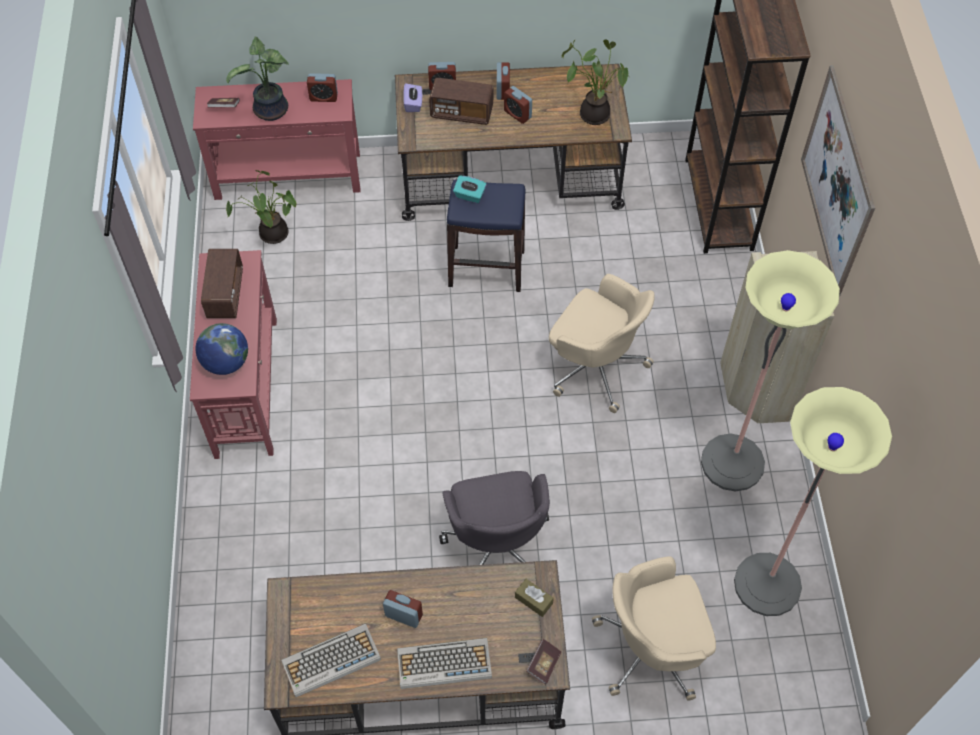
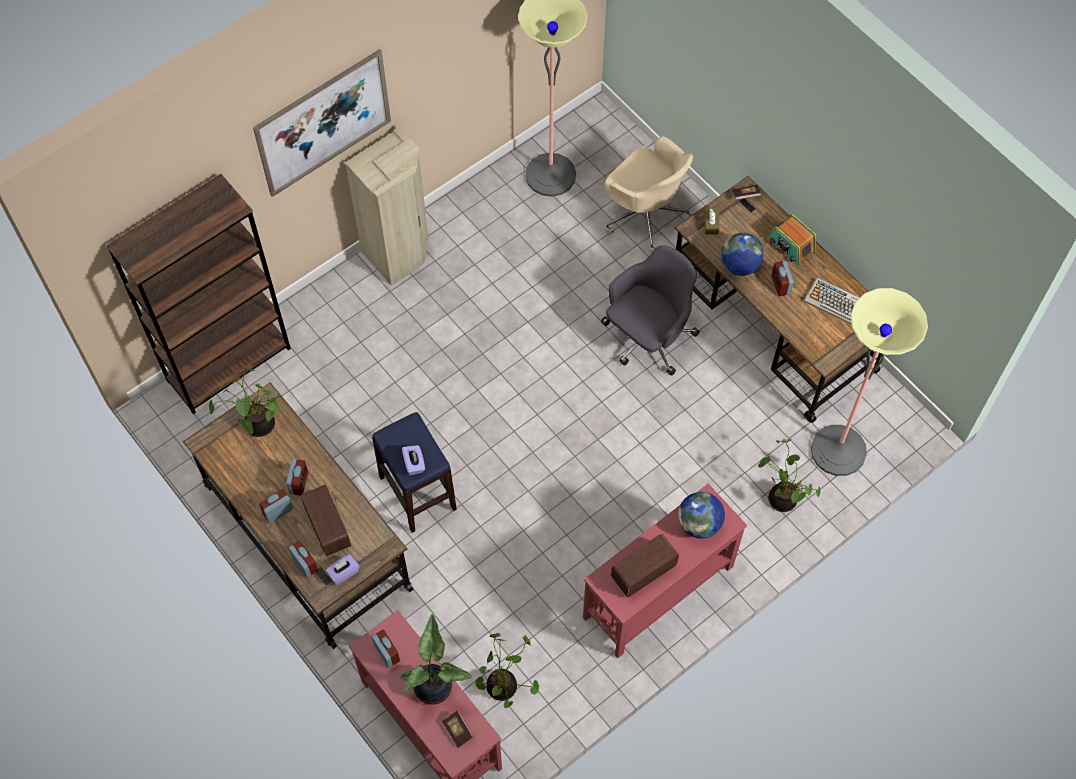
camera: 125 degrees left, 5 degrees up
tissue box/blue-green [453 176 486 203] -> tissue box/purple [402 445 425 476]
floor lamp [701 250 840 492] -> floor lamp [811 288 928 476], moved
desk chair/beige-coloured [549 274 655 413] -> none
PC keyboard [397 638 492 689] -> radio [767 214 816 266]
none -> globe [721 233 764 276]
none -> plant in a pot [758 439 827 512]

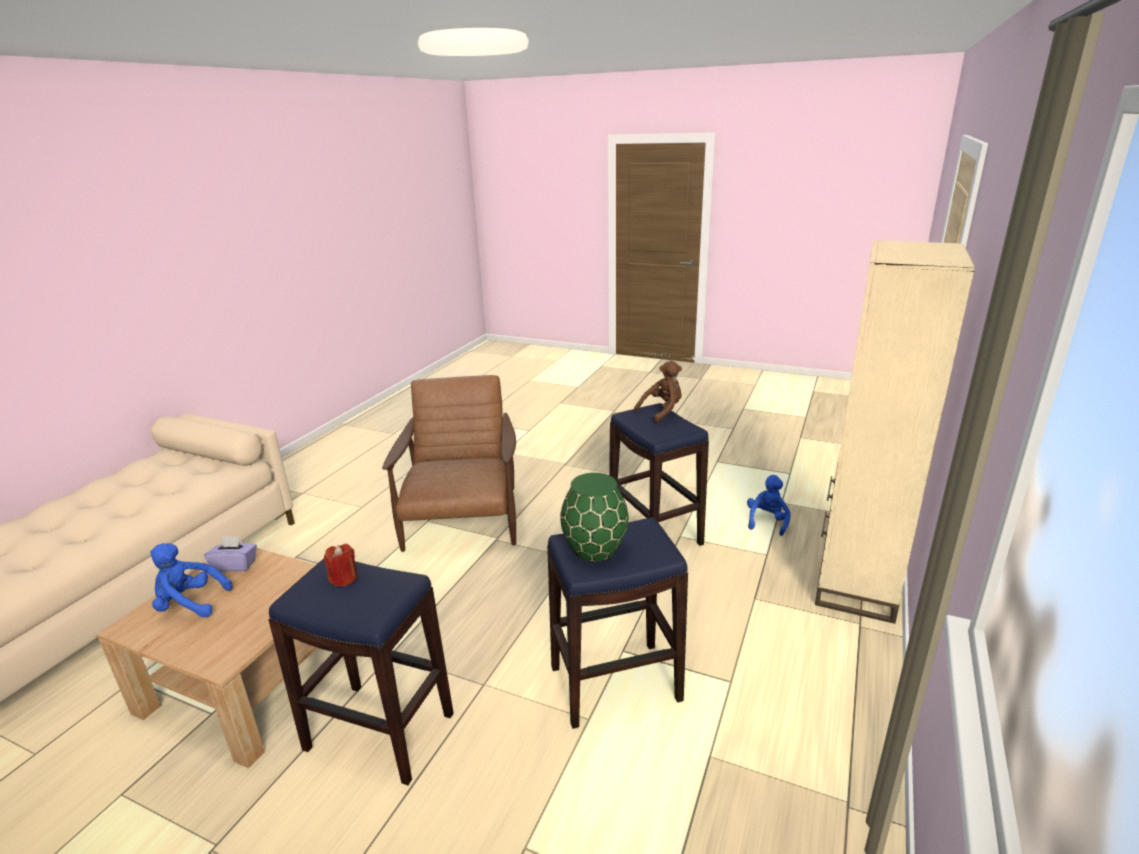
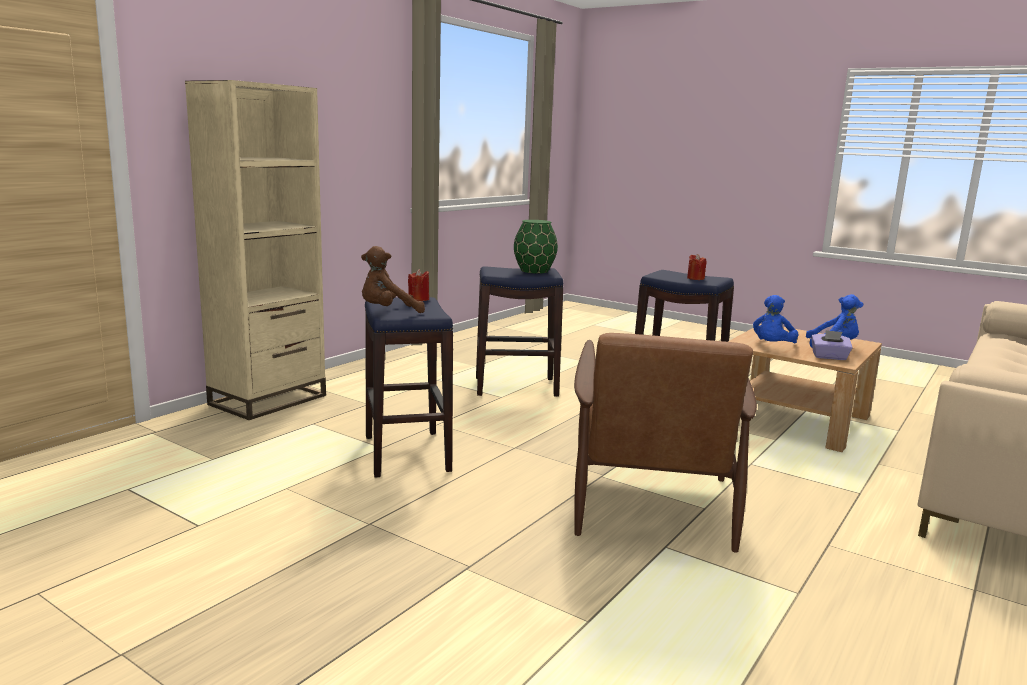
camera: 170 degrees left, 10 degrees down
cuddly toy/blue [747 475 791 536] -> cuddly toy/blue [753 295 799 344], moved
none -> candle/red-coloured [408 269 429 301]

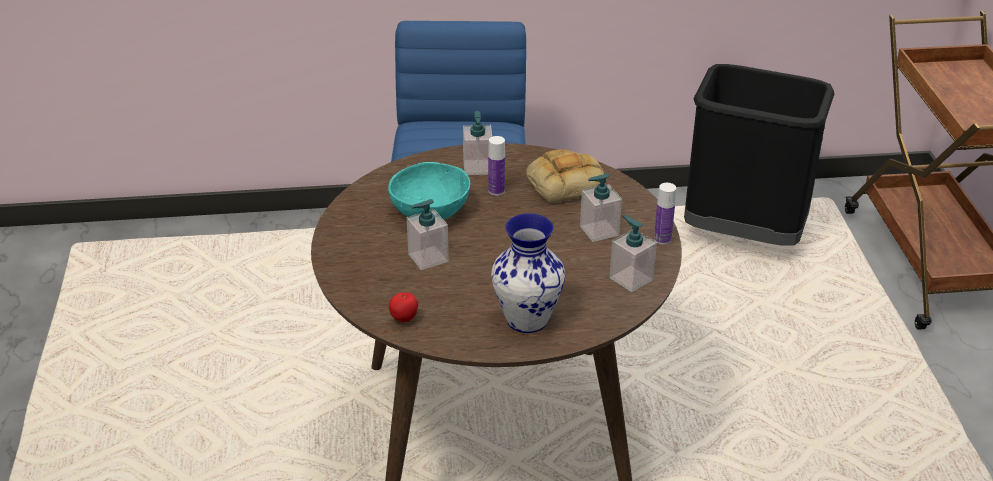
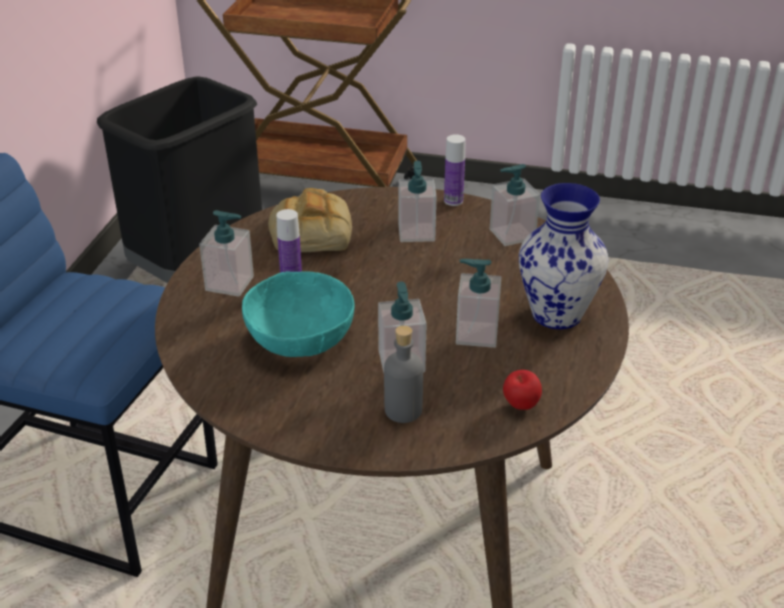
camera: 70 degrees left, 0 degrees up
none -> liquid soap bottle [456 259 501 348]
none -> beverage bottle/grey [384 325 423 423]

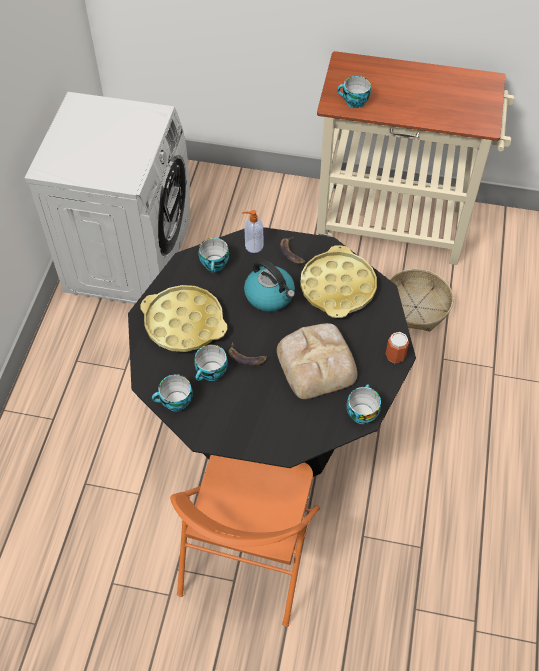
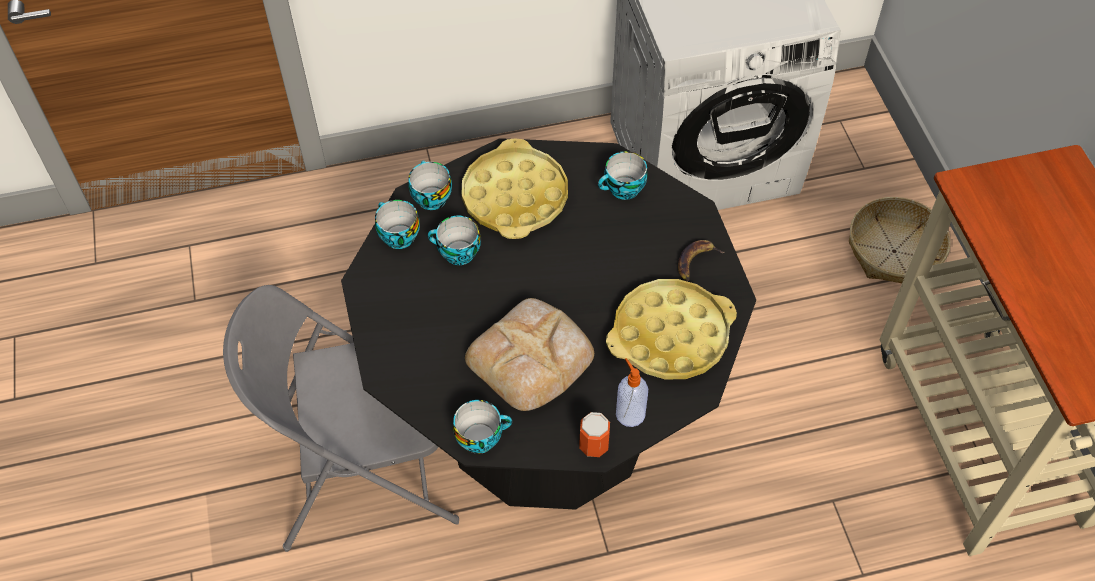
camera: 65 degrees right, 0 degrees up
cup [337 76 371 108] -> cup [408 161 452 210], moved
liquid soap bottle [242 210 263 253] -> liquid soap bottle [616 358 648 427], moved
tea kettle [244 259 295 312] -> none
household basket [389 269 453 332] -> household basket [849 197 950 283], moved
banana [228 342 267 366] -> none
chair/orange-coloured [170 455 320 627] -> chair/grey [223 285 459 552]

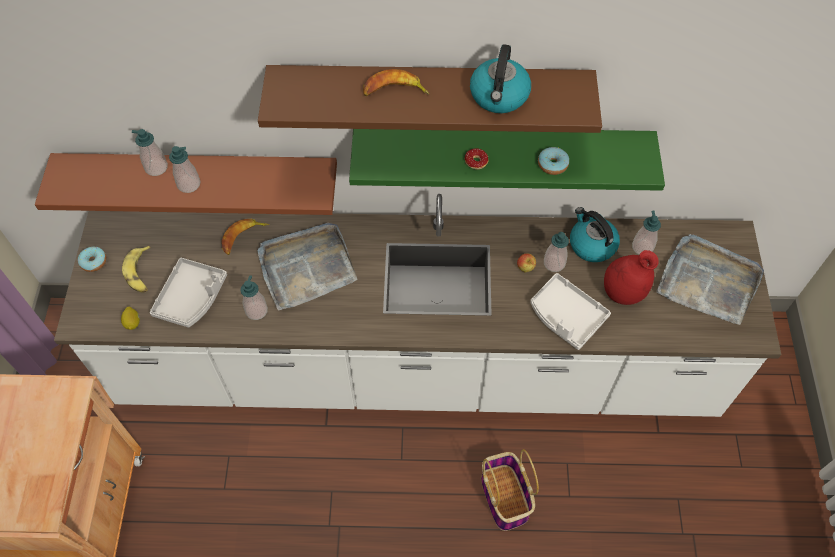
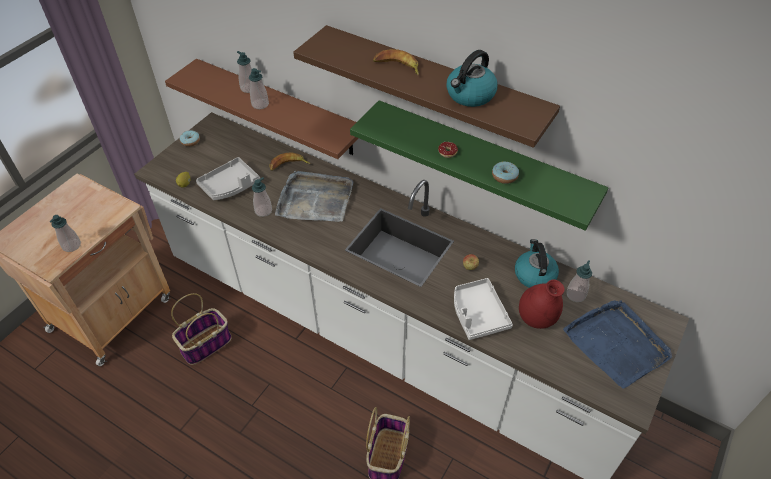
camera: 30 degrees right, 10 degrees down
liquid soap bottle [544 232 569 272] -> liquid soap bottle [49 215 81 252], moved
serving tray/grey [656 234 764 325] -> serving tray/blue [563 300 672 389]
banana [122 246 151 292] -> none
none -> household basket [171 293 232 365]

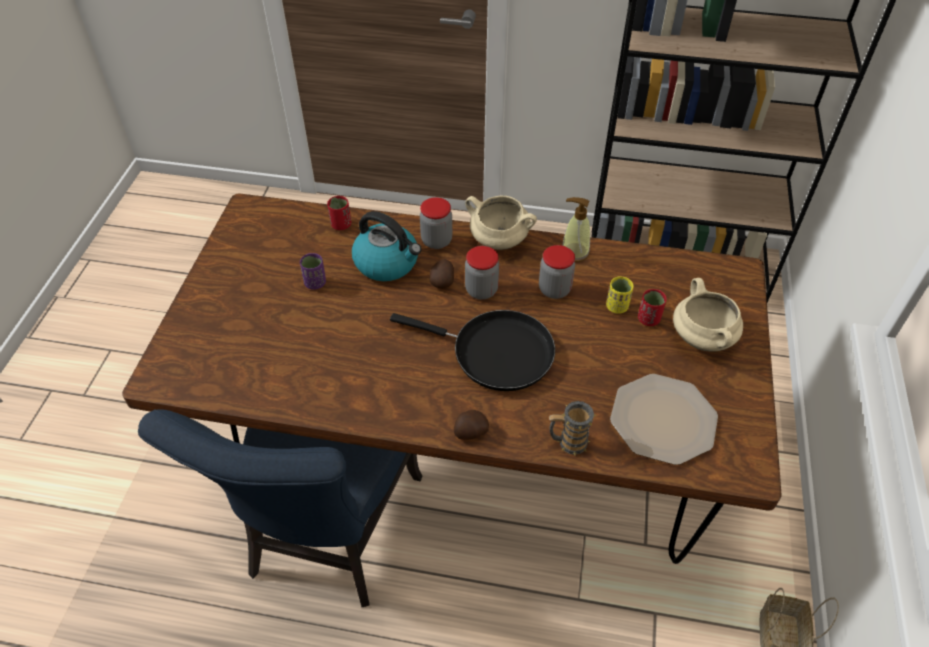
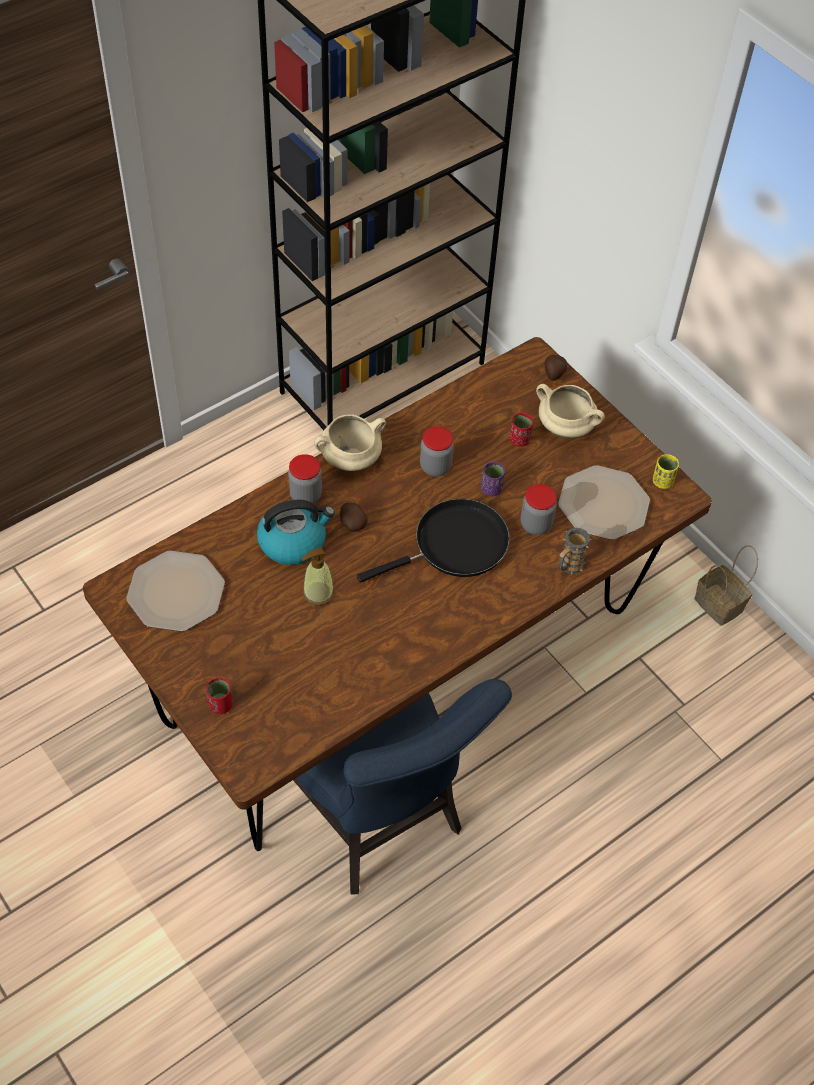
camera: 50 degrees left, 5 degrees up
cup/red-coloured [327 196 351 230] -> cup/red-coloured [206 678 233 714], moved
liquid soap bottle [562 197 590 262] -> liquid soap bottle [301 547 334 606], moved
preserve jar [465 246 499 299] -> preserve jar [521 484 557 535], moved
cup/purple [300 253 326 289] -> cup/purple [481 462 505 496], moved
cup/yellow [606 277 634 314] -> cup/yellow [653 454 679 489], moved
spud [454 410 489 440] -> spud [544 355 567 381], moved
none -> flat dish [126 551 225 632]

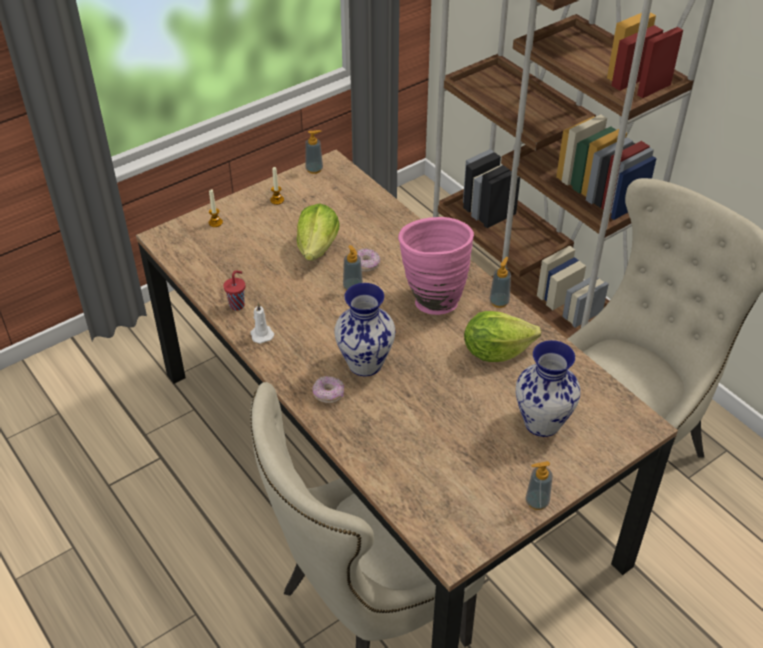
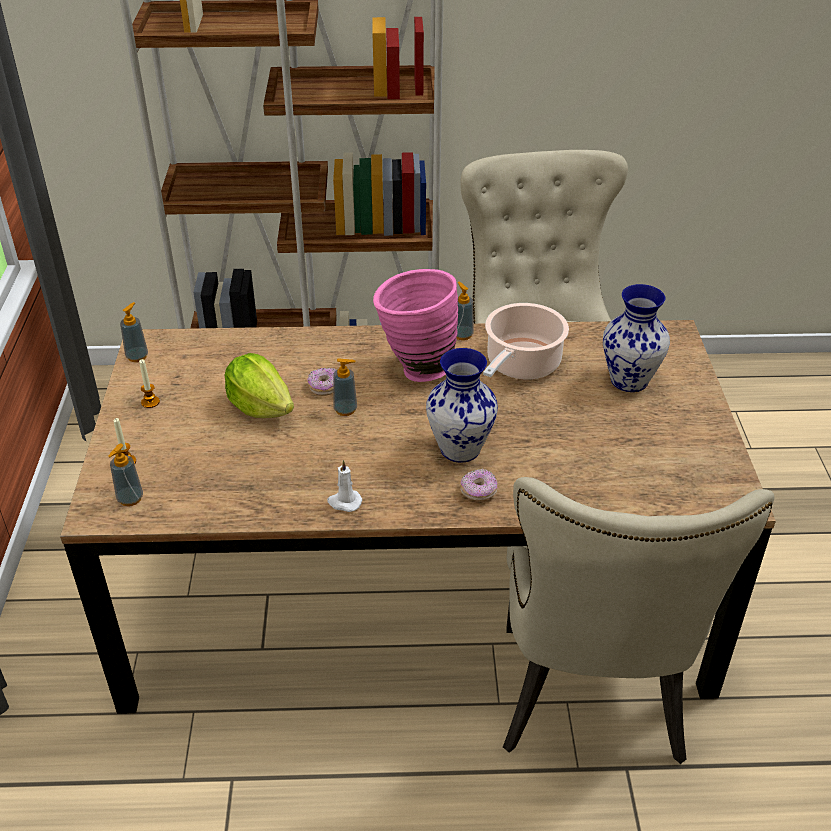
camera: 55 degrees left, 5 degrees down
cup/red-coloured [223 270 245 311] -> none
lettuce head [464 311 541 362] -> cooking pot [483 303 569 380]
liquid soap bottle [526 461 553 510] -> liquid soap bottle [108 443 143 506], moved

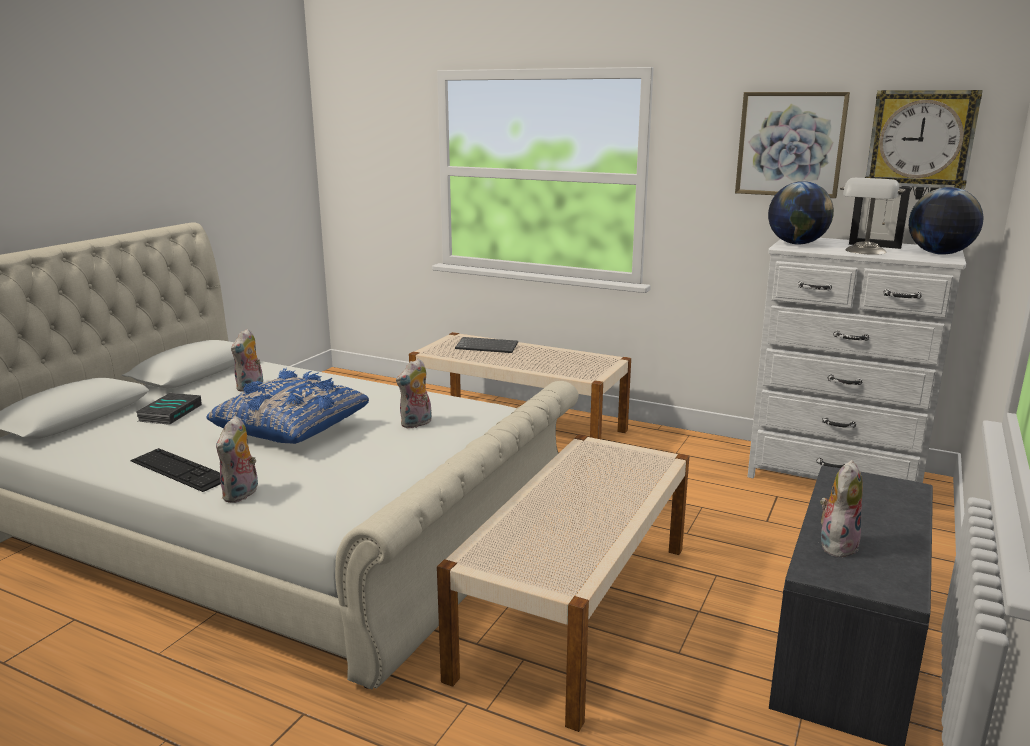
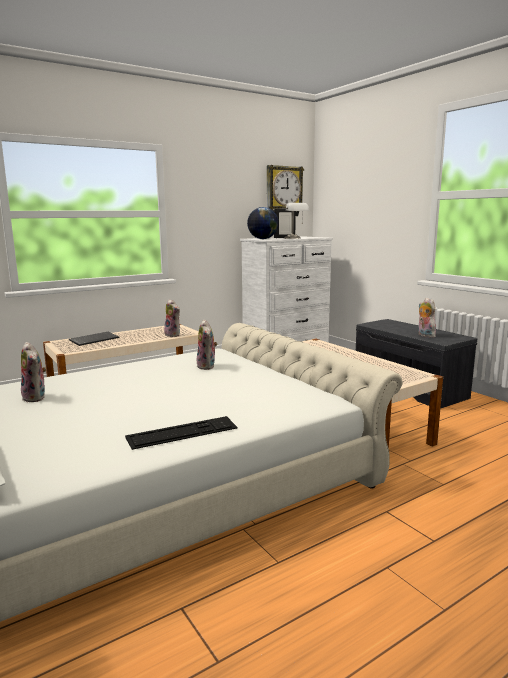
camera: 60 degrees left, 5 degrees down
wall picture [735 92 850 198] -> none
globe [909 187 984 255] -> none
cushion/blue [206 368 369 444] -> none
book [136 393 202 425] -> none
cuddly toy [216 416 258 503] -> cuddly toy [164 299 180 337], moved

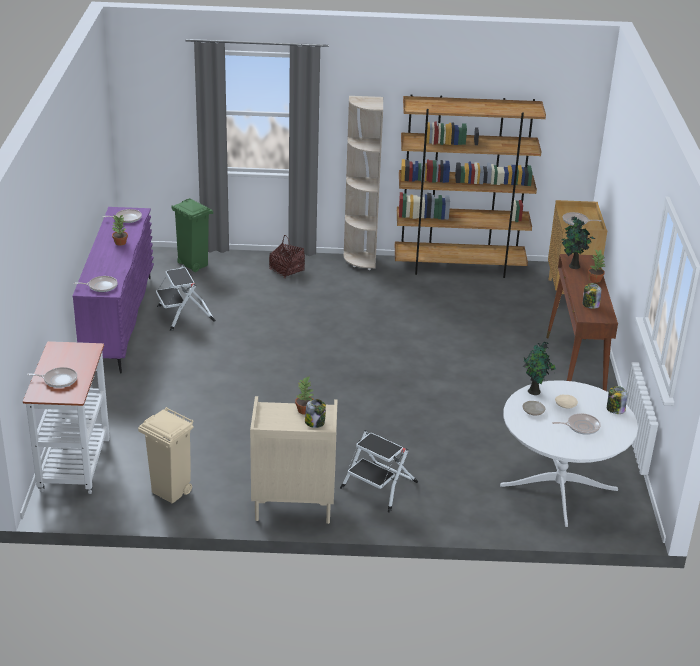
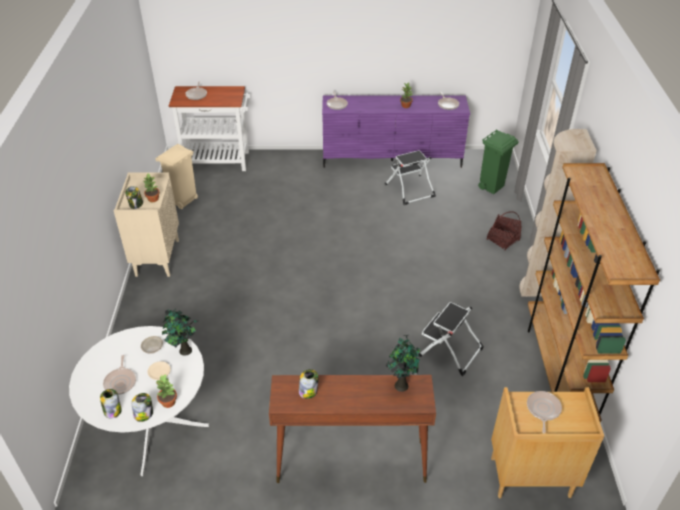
camera: 90 degrees right, 10 degrees up
plant in a pot [588 250 605 283] -> plant in a pot [155 374 177 408], moved
step ladder [340 430 419 513] -> step ladder [418 302 484 376], moved
none -> preserve jar [100 389 122 419]

